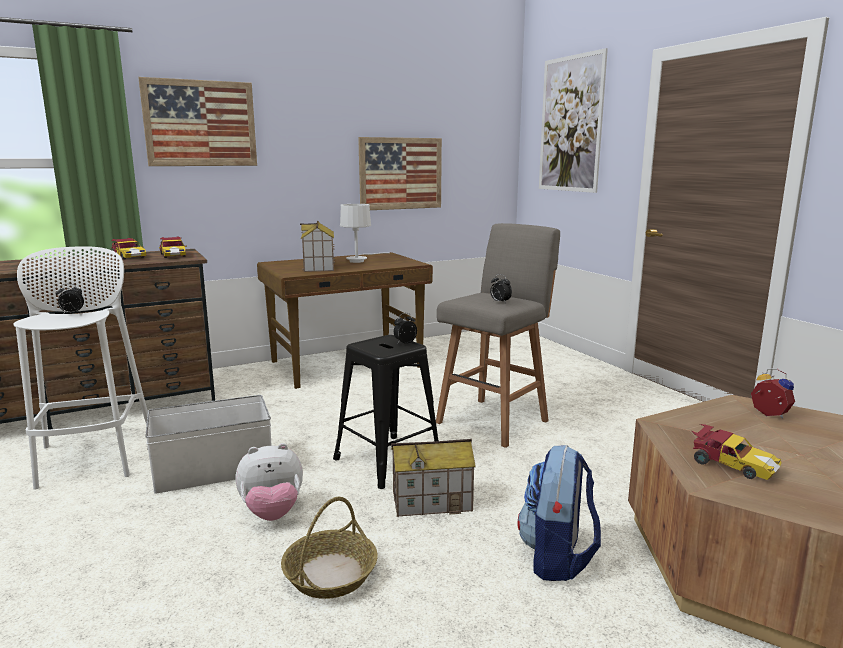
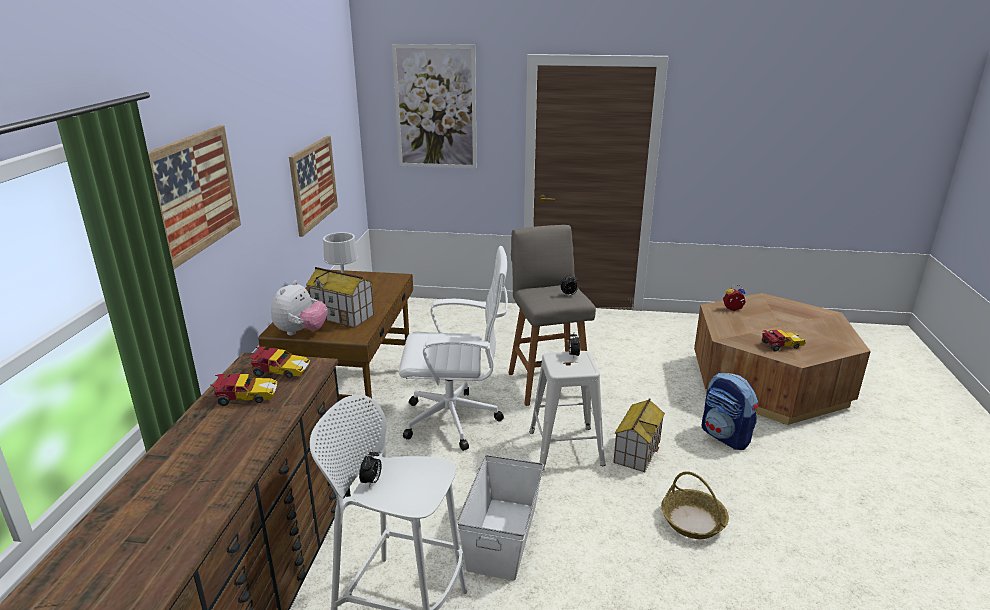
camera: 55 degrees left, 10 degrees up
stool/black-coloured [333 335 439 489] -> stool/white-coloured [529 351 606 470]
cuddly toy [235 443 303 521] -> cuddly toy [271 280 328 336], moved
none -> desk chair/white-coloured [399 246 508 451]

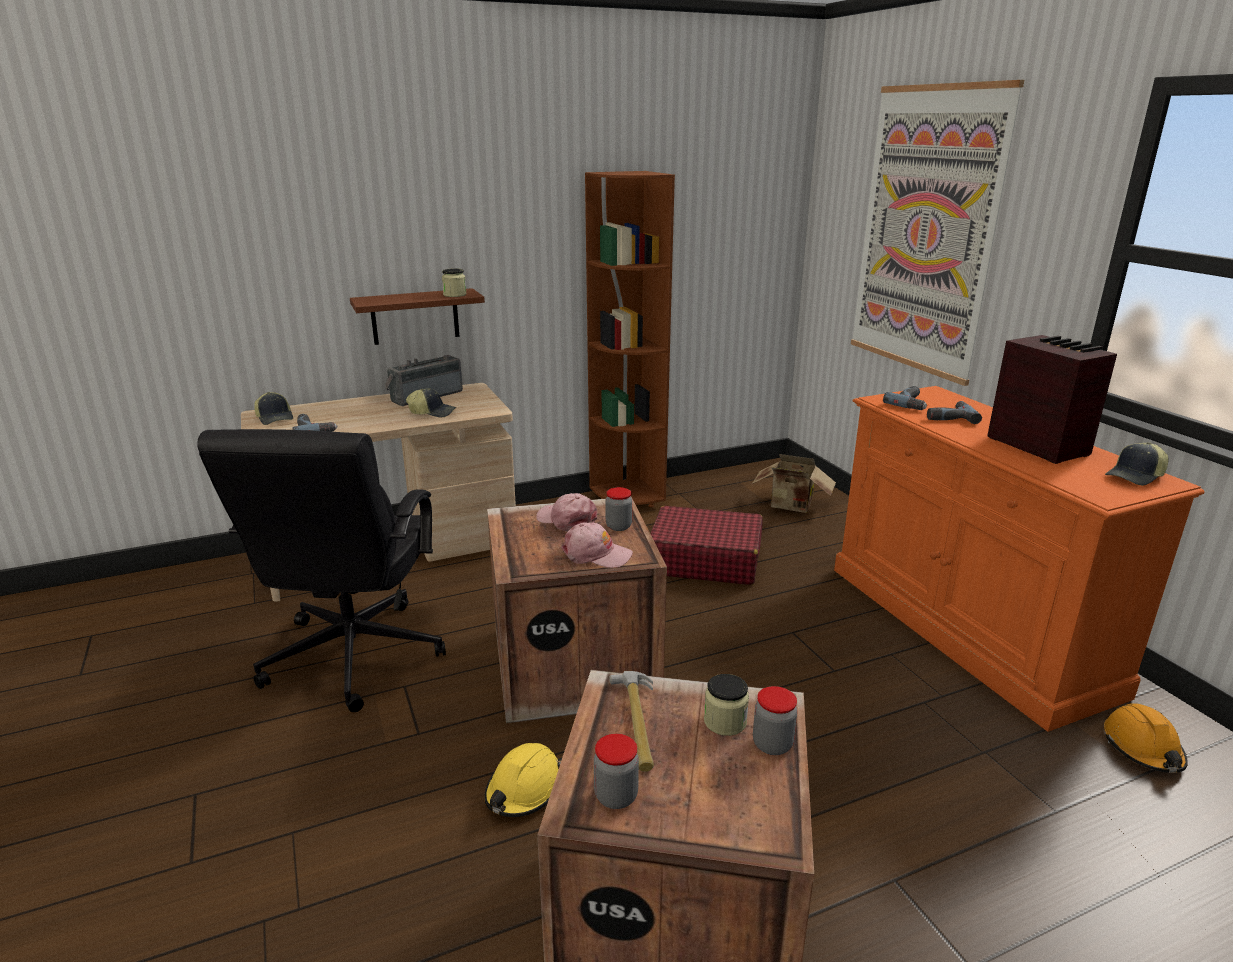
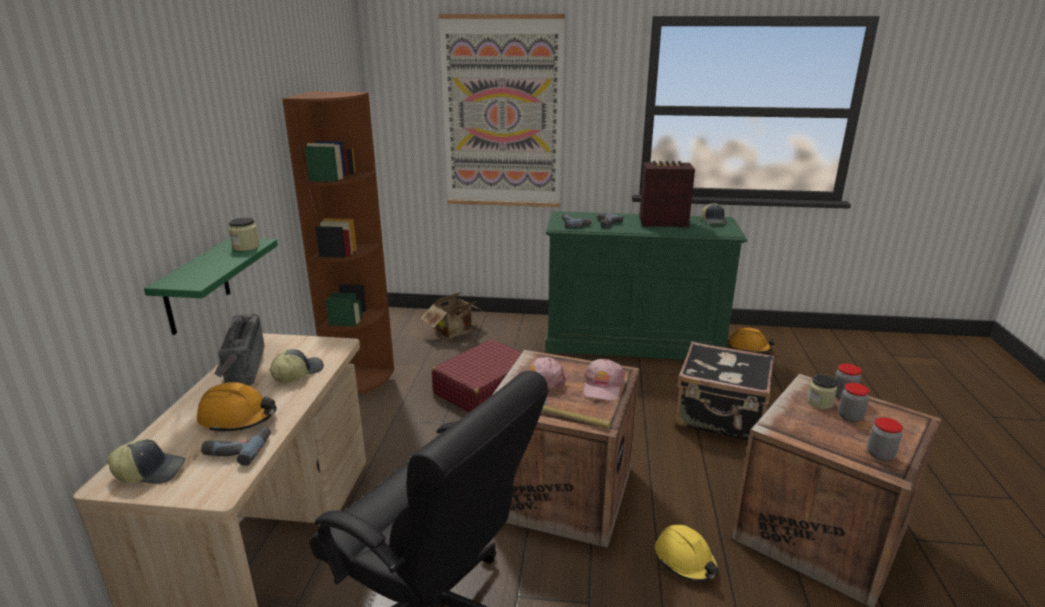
camera: 60 degrees left, 0 degrees up
shelf/brown-coloured [350 288 485 345] -> shelf/green-coloured [144 238 278 335]
cabinet/orange-coloured [834 386 1205 732] -> cabinet/green-coloured [545 211 748 360]
preserve jar [606 487 632 531] -> preserve jar [838 383 870 423], moved
cap/pink [561 523 633 568] -> cap/pink [583 359 625 401], 150 degrees clockwise
hand hammer [609 671 654 772] -> hand hammer [542 399 611 429], moved
none -> travel case/black-coloured [675 342 774 440]
none -> safety helmet/orange-coloured [197 382 277 433]

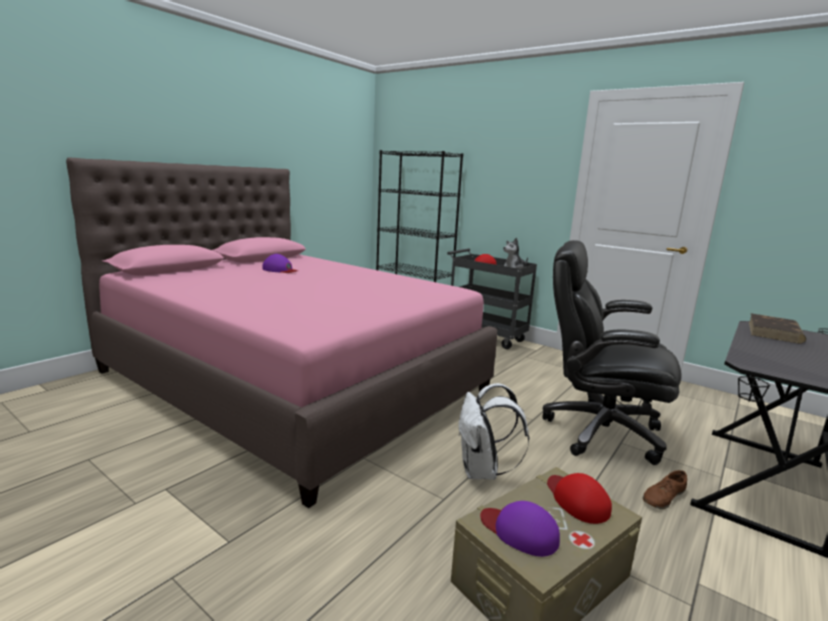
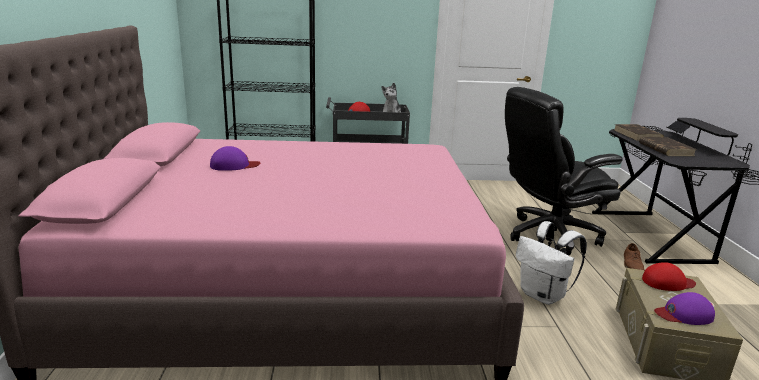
camera: 40 degrees left, 5 degrees up
cap/red-coloured [547 473 612 524] -> cap/red-coloured [642 262 696 291], 150 degrees clockwise
none -> book/brown-coloured [639 137 696 156]

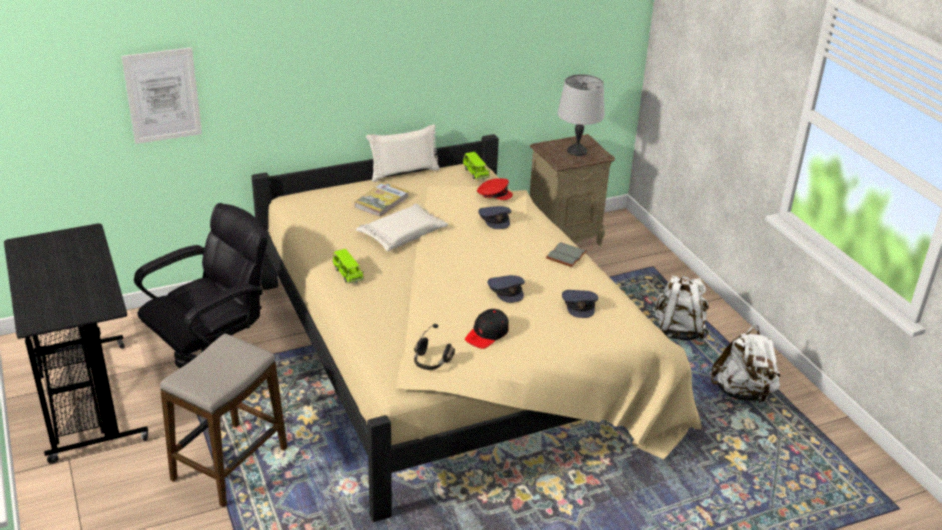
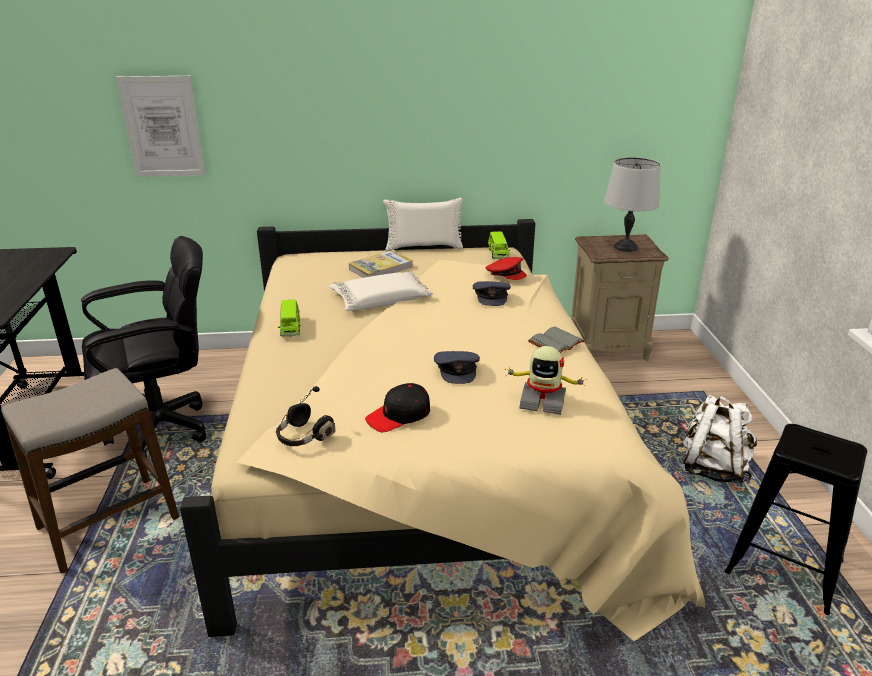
camera: 20 degrees right, 5 degrees down
cap/grey [562 290 598 318] -> robot figure [504 346 587 415]
rucksack/white-coloured [711 325 780 403] -> stool/black-coloured [725 424 867 615]

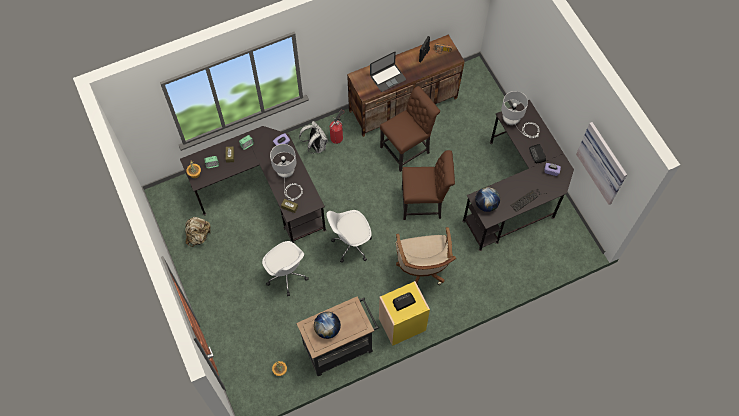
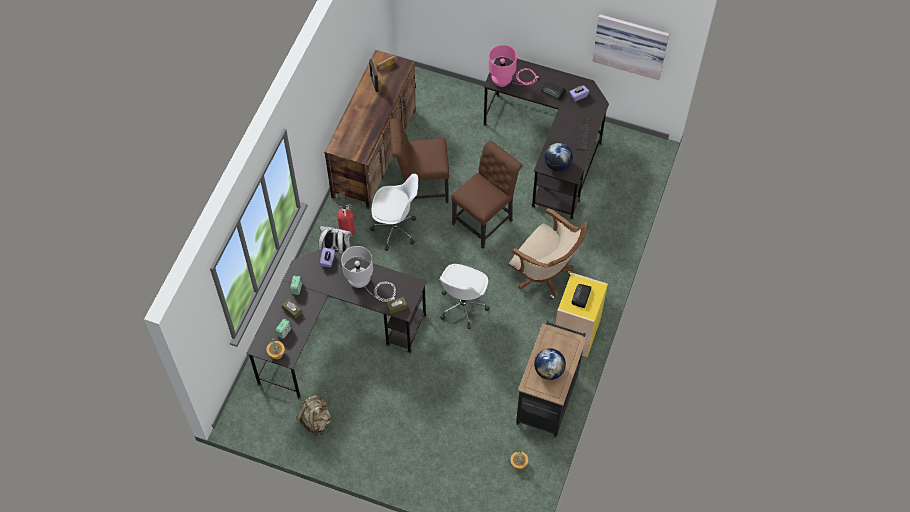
camera: 45 degrees left, 5 degrees down
laptop [370 52 406 92] -> none
chair/brown-coloured [380 86 440 172] -> chair/brown-coloured [390 119 449 203], 105 degrees counterclockwise
table lamp/grey [501 91 539 138] -> table lamp/pink [489 45 539 87]
desk chair/white-coloured [262 241 309 296] -> desk chair/white-coloured [370 174 418 251], moved

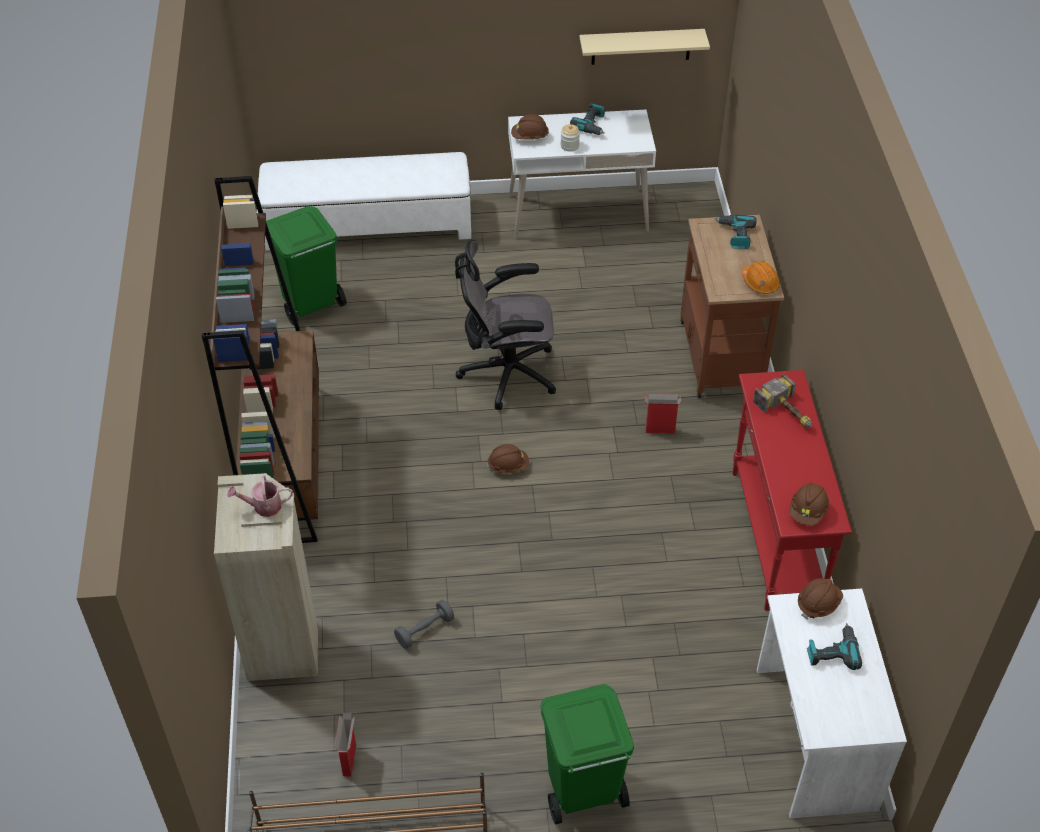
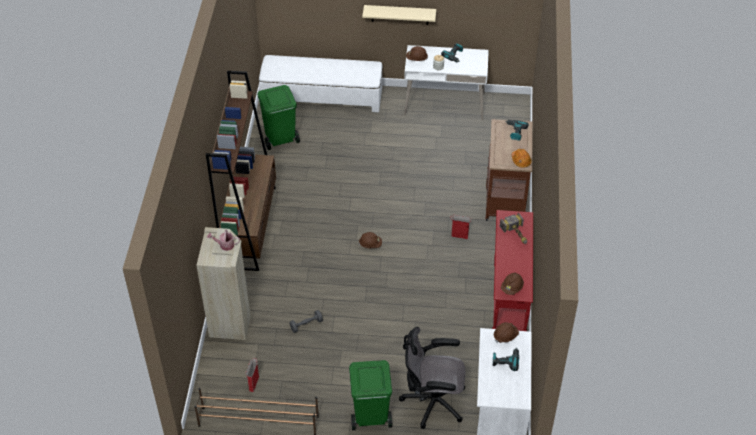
camera: 10 degrees right, 0 degrees up
shelf/beige-coloured [579 29 710 65] -> shelf/beige-coloured [362 5 436 25], moved
desk chair [455 240 556 410] -> desk chair [399 327 466 429], moved

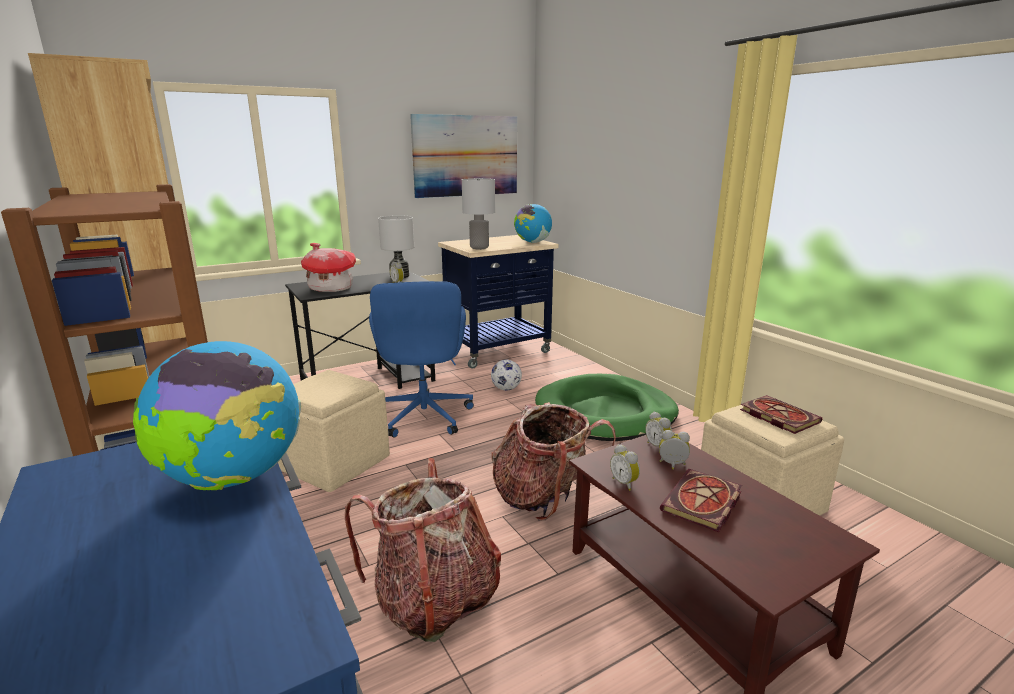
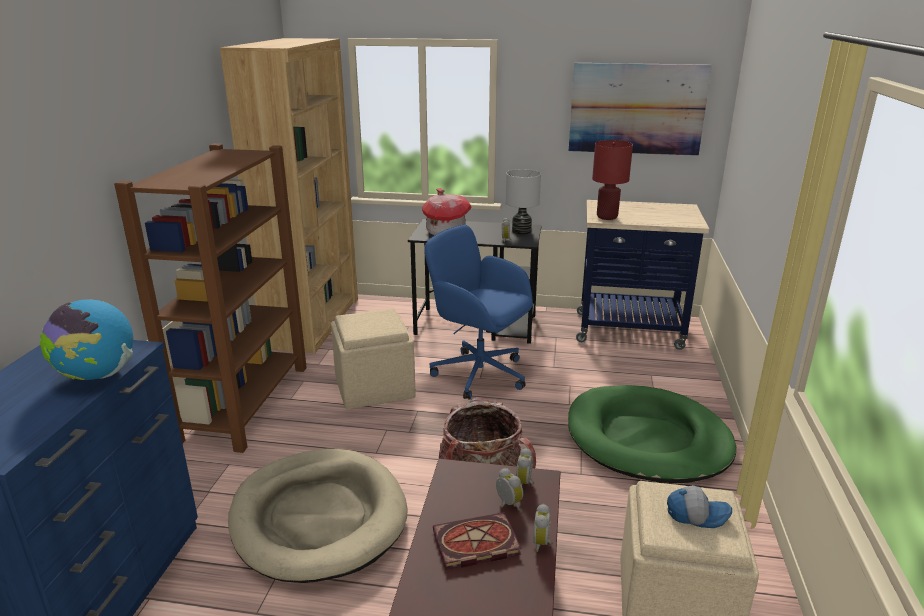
camera: 40 degrees right, 5 degrees up
table lamp/grey [462 178 495 250] -> table lamp/red-coloured [592 140 633 220]
globe [514 204 552 243] -> none
desk chair/blue [369 281 474 438] -> desk chair/blue [424 225 533 400], 90 degrees clockwise
football ball [491 360 522 391] -> none
book [740 395 822 434] -> cap [667 485 732 528]
table clock [610 444 640 491] -> table clock [533 504 552 552], moved
rucksack [345 458 501 642] -> dog cushion/beige-coloured [228 449 408 583]

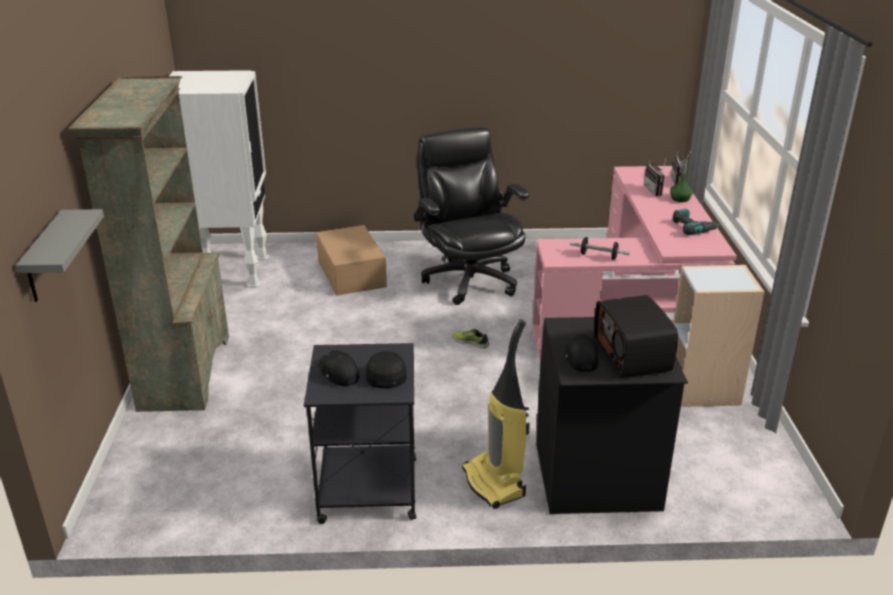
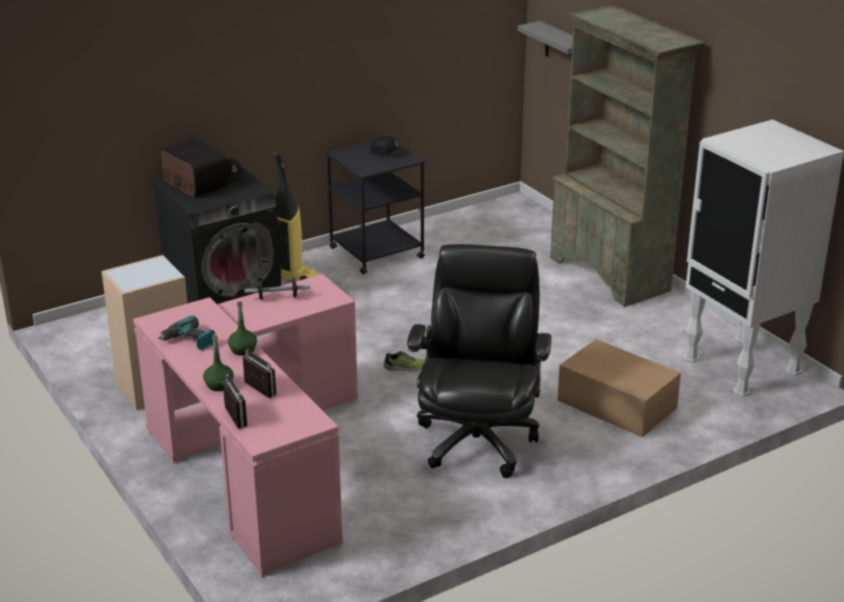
camera: 150 degrees right, 0 degrees up
desk chair/black-coloured [414 127 529 305] -> desk chair/black-coloured [407 244 551 478], 120 degrees counterclockwise
cap/black-coloured [366 351 407 388] -> none
none -> beverage bottle/green-coloured [228 301 257 356]

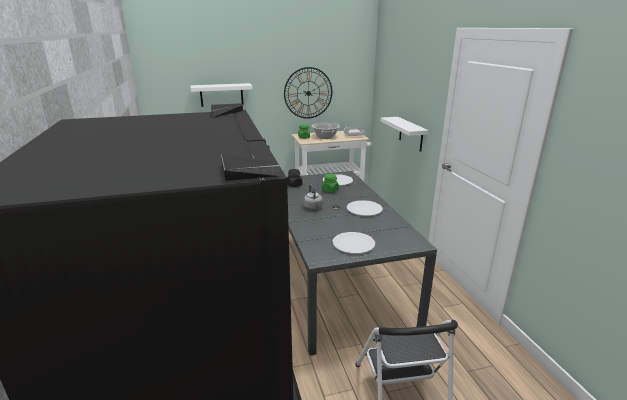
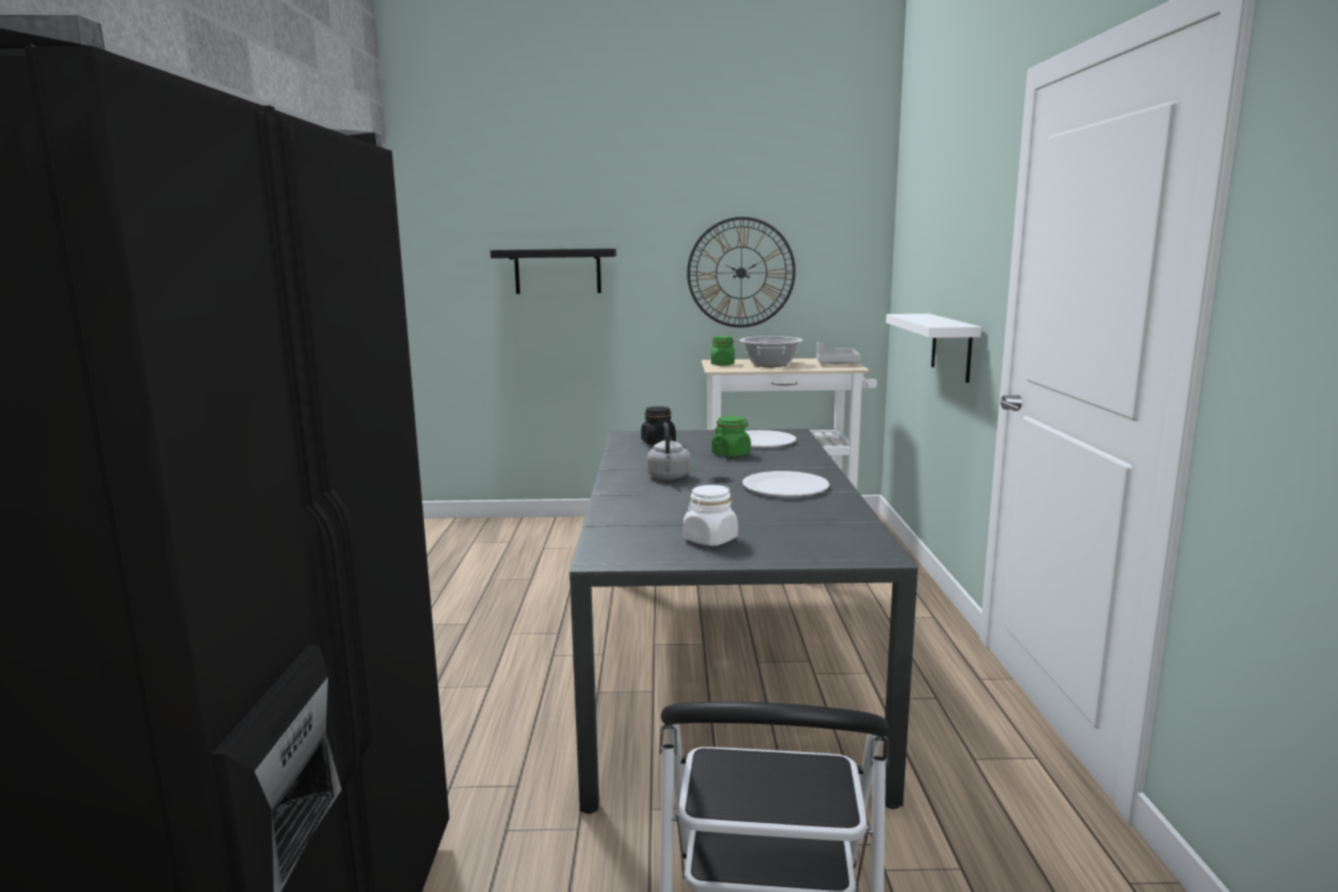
camera: 15 degrees right, 10 degrees down
shelf/white-coloured [191 83 252 107] -> shelf/black-coloured [490 248 616 294]
flat dish/white-coloured [333 232 375 254] -> preserve jar/white-coloured [683 485 738 546]

